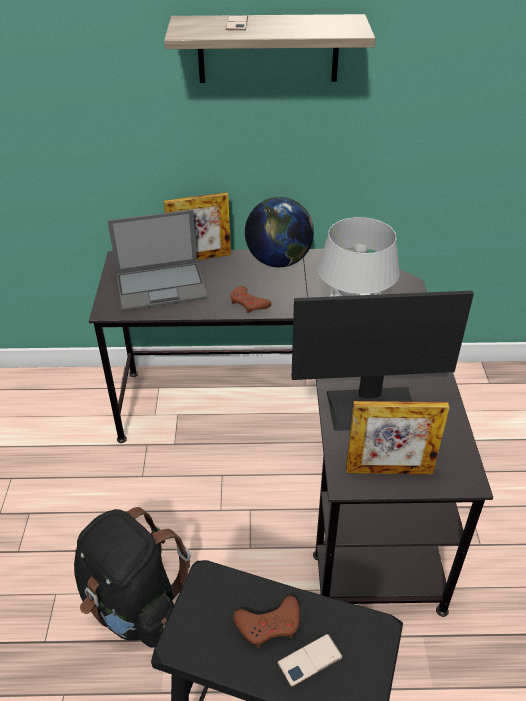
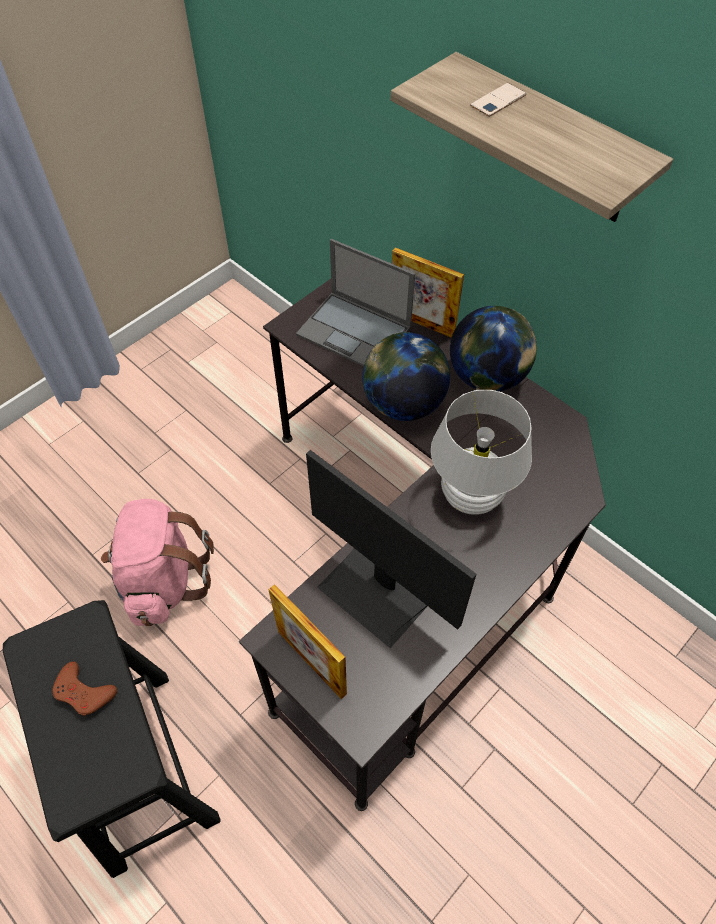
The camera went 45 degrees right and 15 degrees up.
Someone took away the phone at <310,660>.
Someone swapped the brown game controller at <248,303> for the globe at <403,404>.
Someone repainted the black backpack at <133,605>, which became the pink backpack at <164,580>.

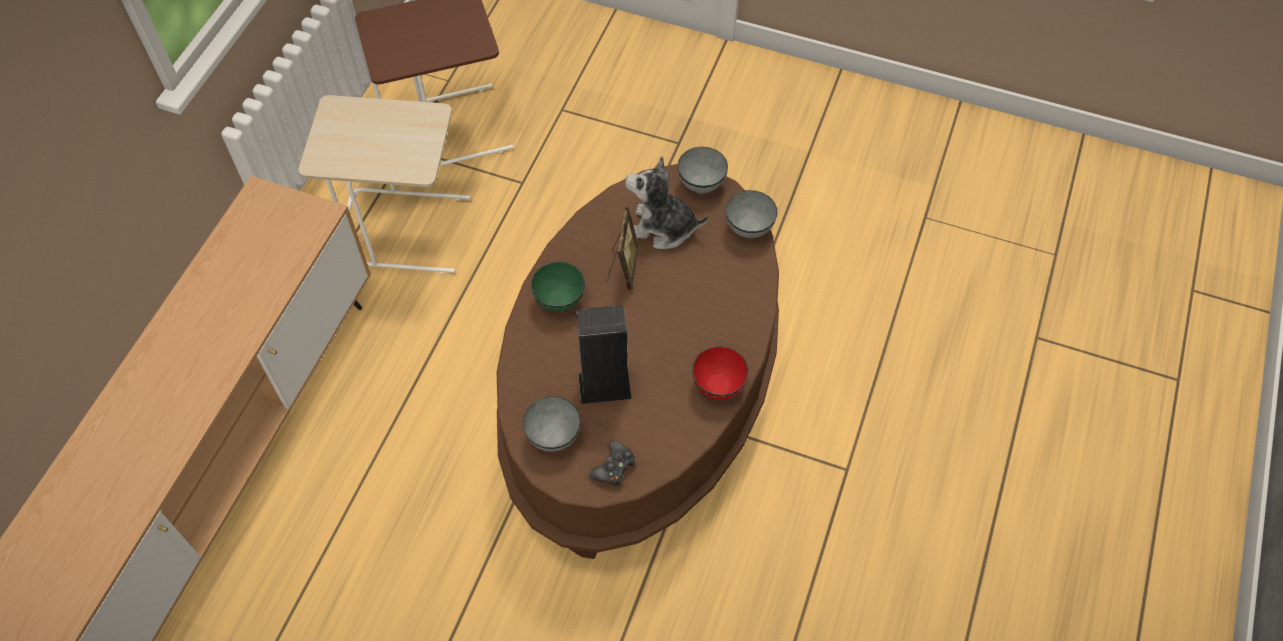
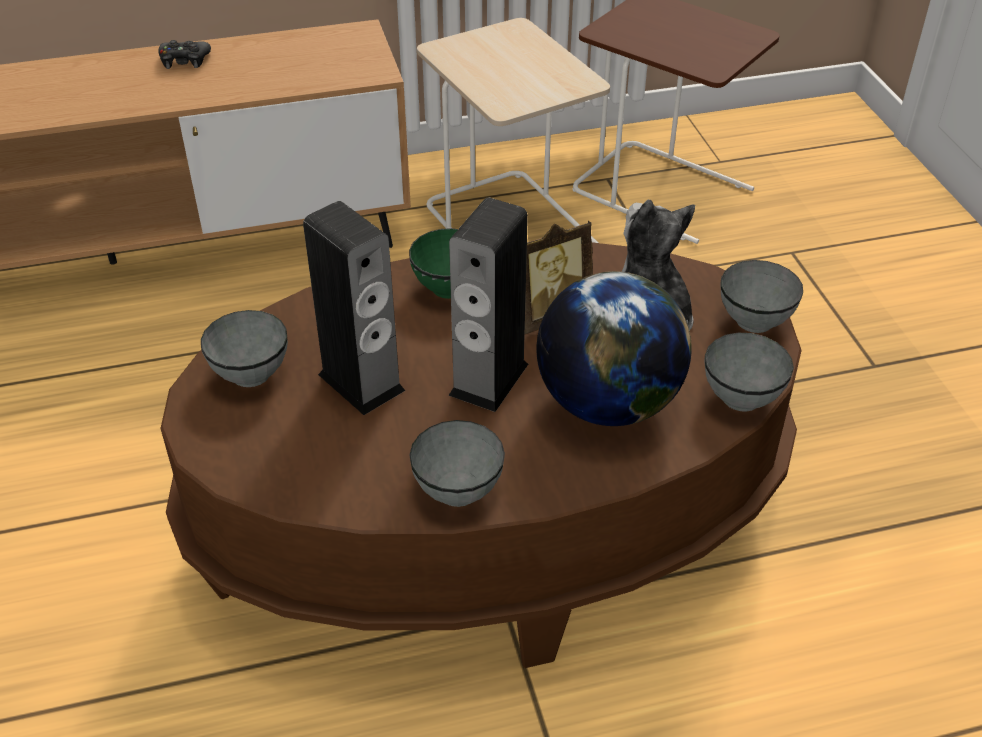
The camera went 55 degrees right and 15 degrees down.
Someone put down the speaker at <489,379>.
Someone put down the globe at <608,403>.
Someone carried the black game controller from <614,467> to <184,60>.
Someone repainted the red bowl at <718,385>, which became the grey bowl at <459,490>.

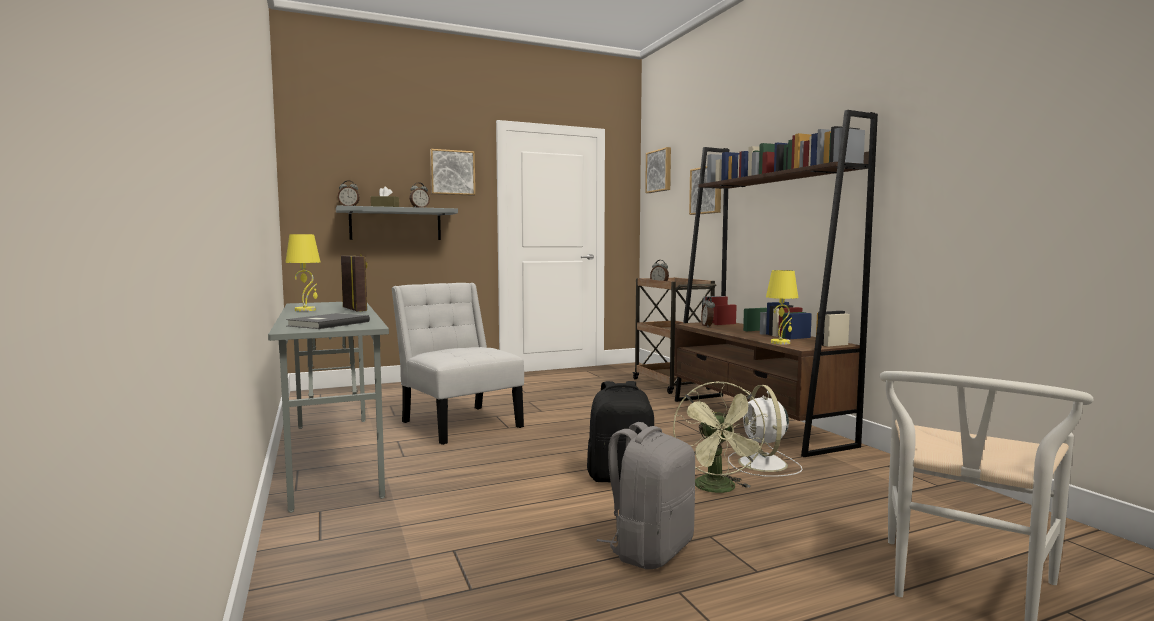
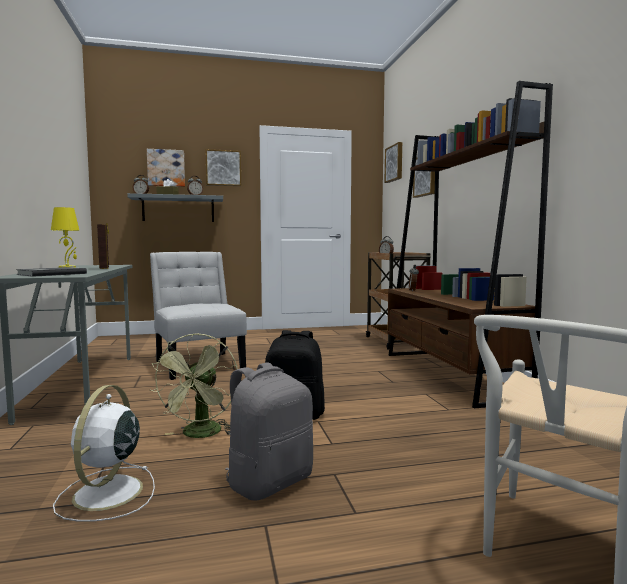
The camera went 10 degrees right and 0 degrees up.
Someone took away the yellow table lamp at <780,342>.
Someone put up the picture at <166,168>.
Someone carried the green fan from <719,489> to <200,435>.
Someone carried the white fan from <763,464> to <106,494>.

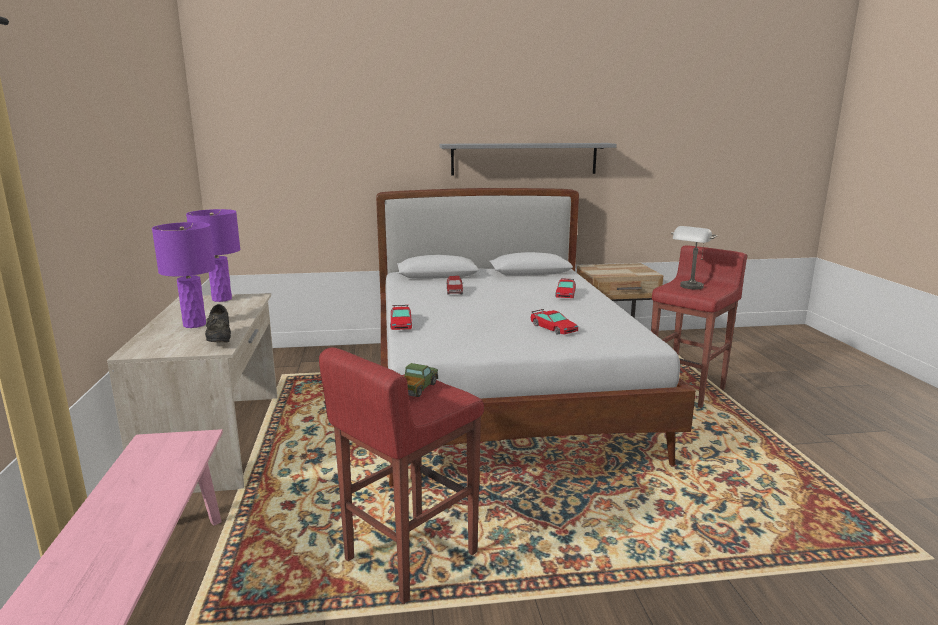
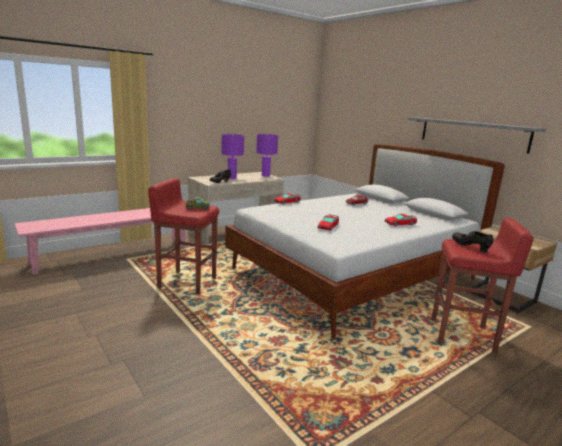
The camera went 60 degrees right and 0 degrees up.
Someone swapped the grey table lamp at <689,288> for the black shoe at <470,247>.

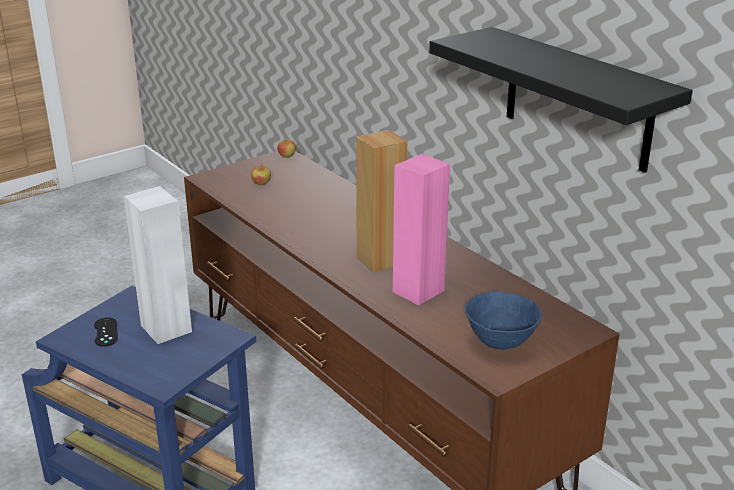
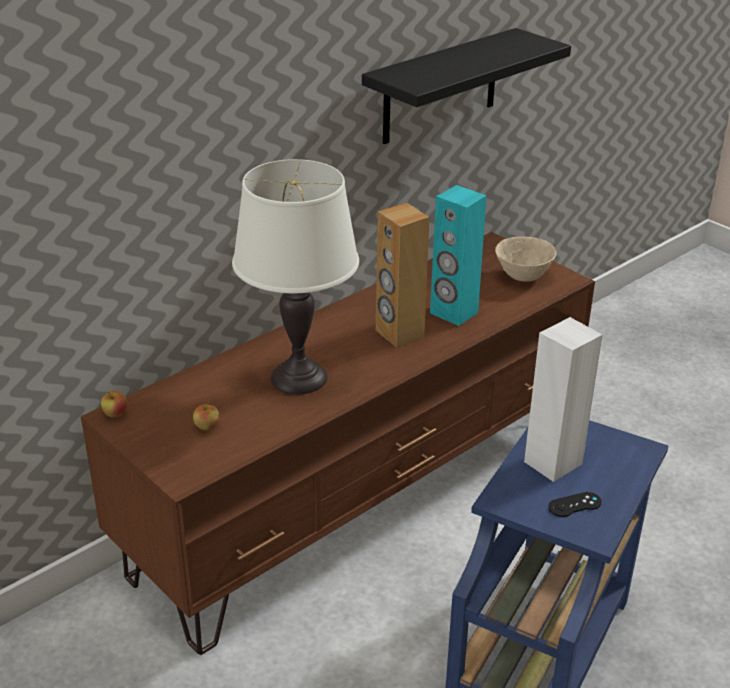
The camera went 95 degrees left and 5 degrees up.
Someone put down the white table lamp at <299,377>.
Someone repainted the pink speaker at <417,291>, which became the turquoise speaker at <453,313>.
Someone repainted the blue bowl at <500,342>, which became the beige bowl at <522,277>.

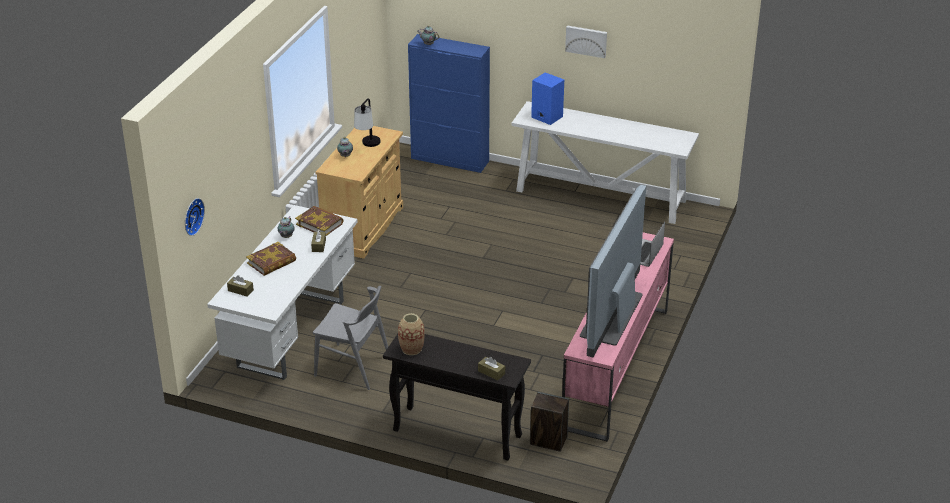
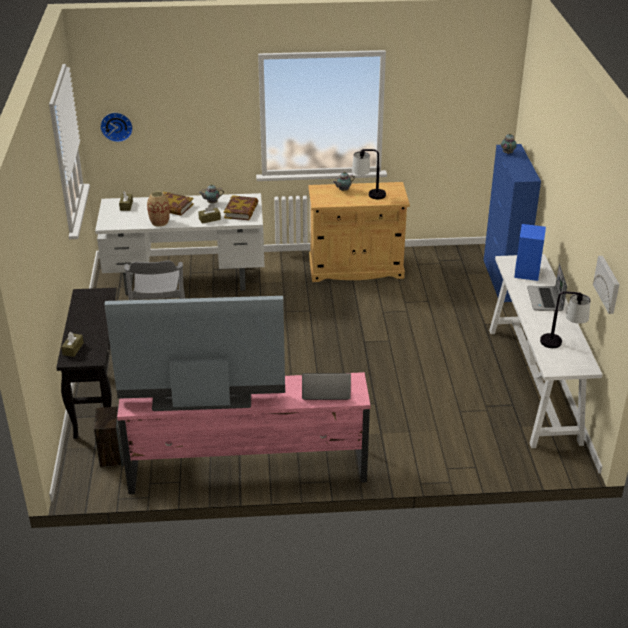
The camera went 65 degrees right and 0 degrees up.
Someone put down the laptop at <545,300>.
Someone put down the table lamp at <561,343>.
Someone carried the vase from <411,349> to <159,222>.
Someone carried the picture from <586,41> to <608,284>.

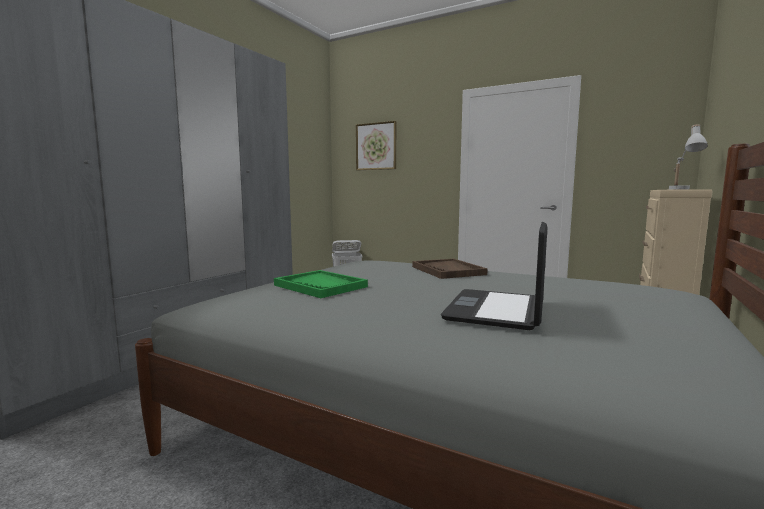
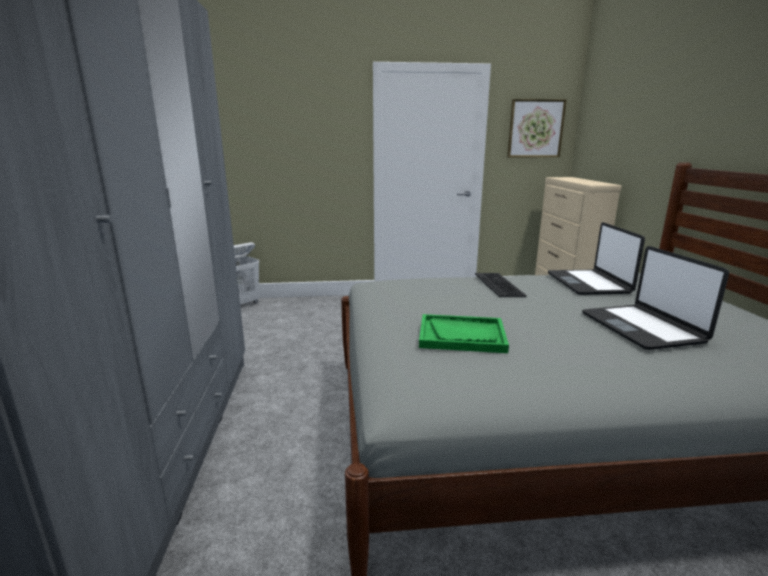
The camera went 35 degrees left and 10 degrees up.
Someone took away the white table lamp at <682,189>.
Someone put down the laptop at <589,283>.
Someone carried the picture from <376,146> to <535,129>.
Someone swapped the brown tray at <448,270> for the keyboard at <499,285>.

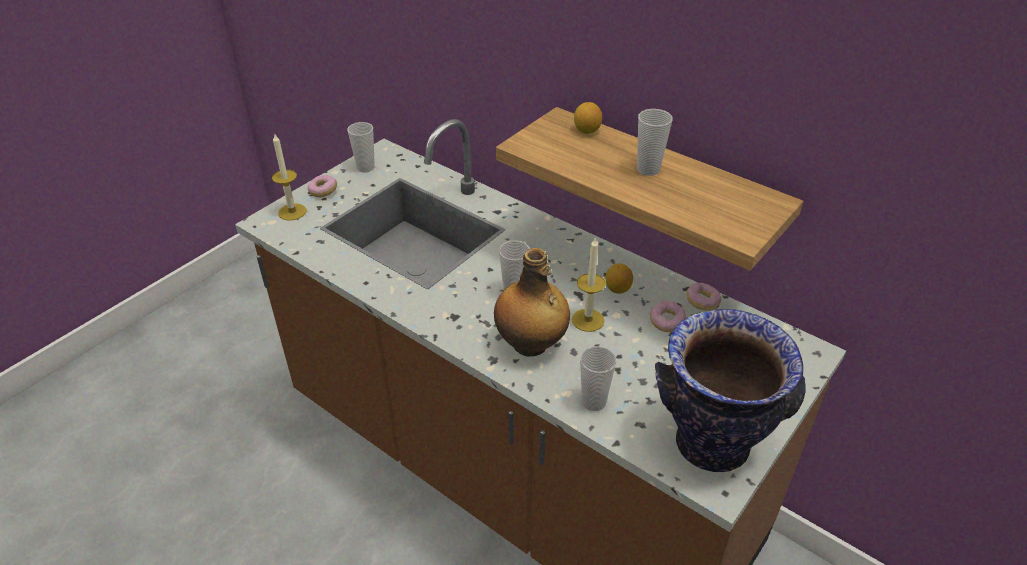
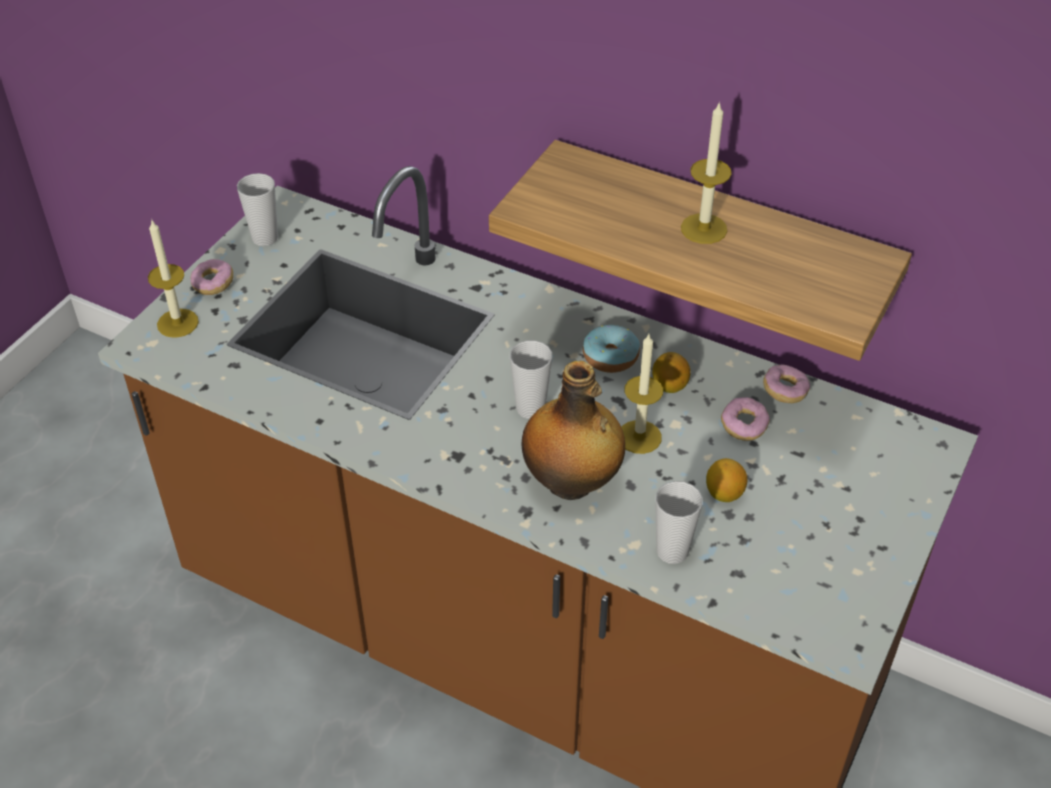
The camera went 10 degrees left and 5 degrees up.
Someone took away the vase at <711,443>.
Someone put down the donut at <610,356>.
Someone carried the lemon from <586,130> to <724,494>.
Someone swapped the cup at <648,169> for the candle at <704,228>.

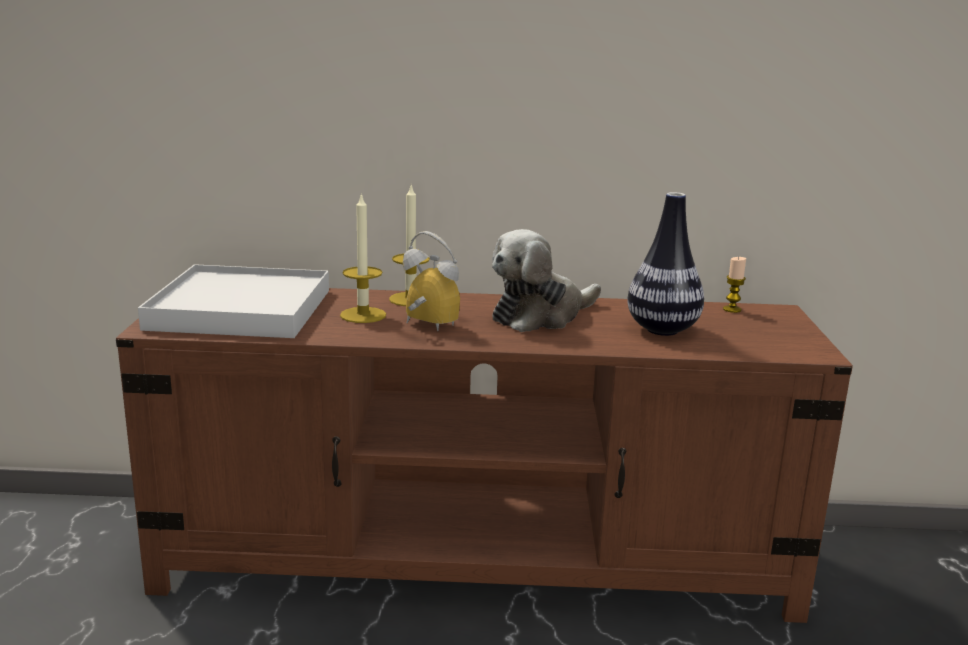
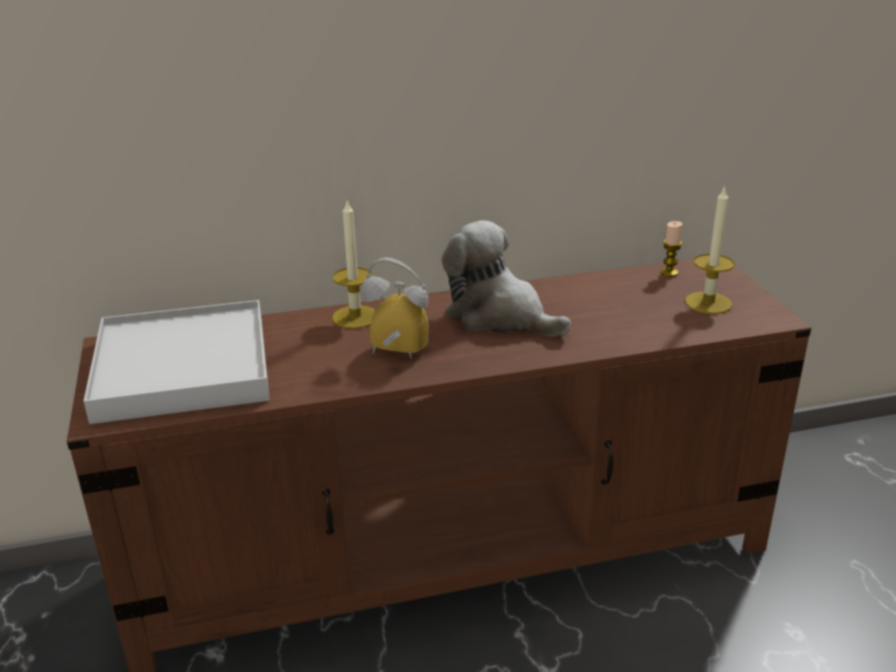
The camera went 15 degrees left and 10 degrees up.
Someone took away the vase at <662,330>.
Someone carried the candle from <363,315> to <708,303>.
Someone rotated the plush toy at <541,316> by 90 degrees clockwise.

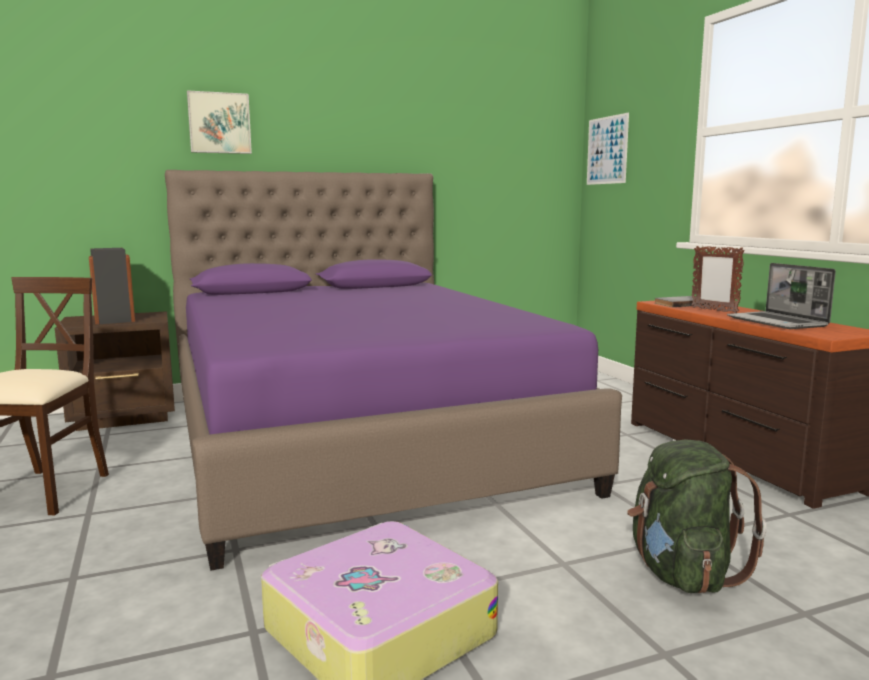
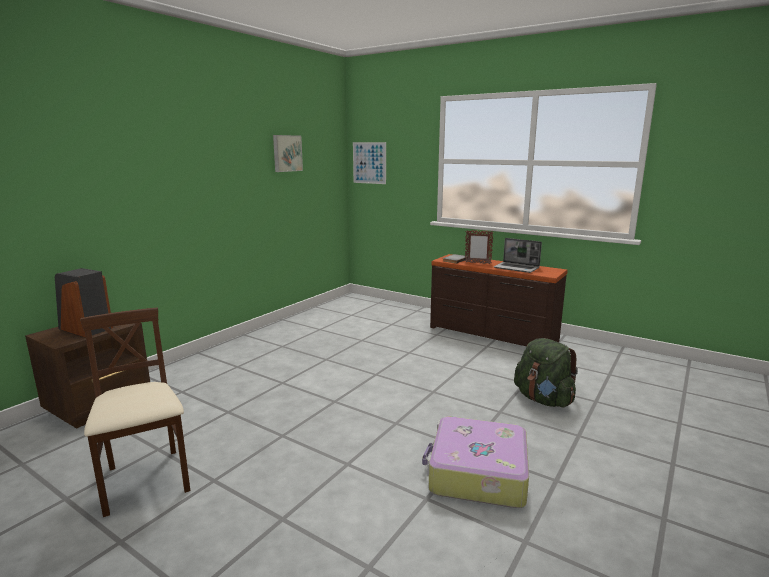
The camera went 35 degrees left and 5 degrees up.
Someone took away the purple bed at <358,440>.
Someone carried the picture from <219,123> to <286,153>.

